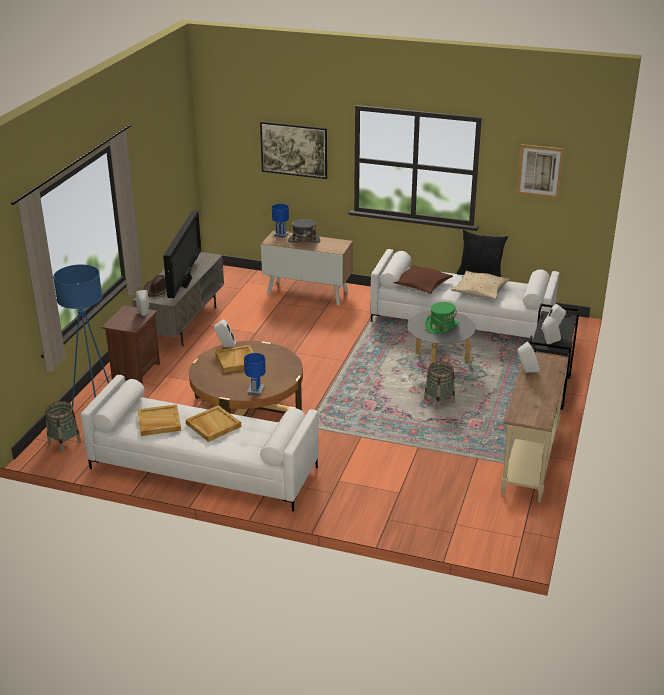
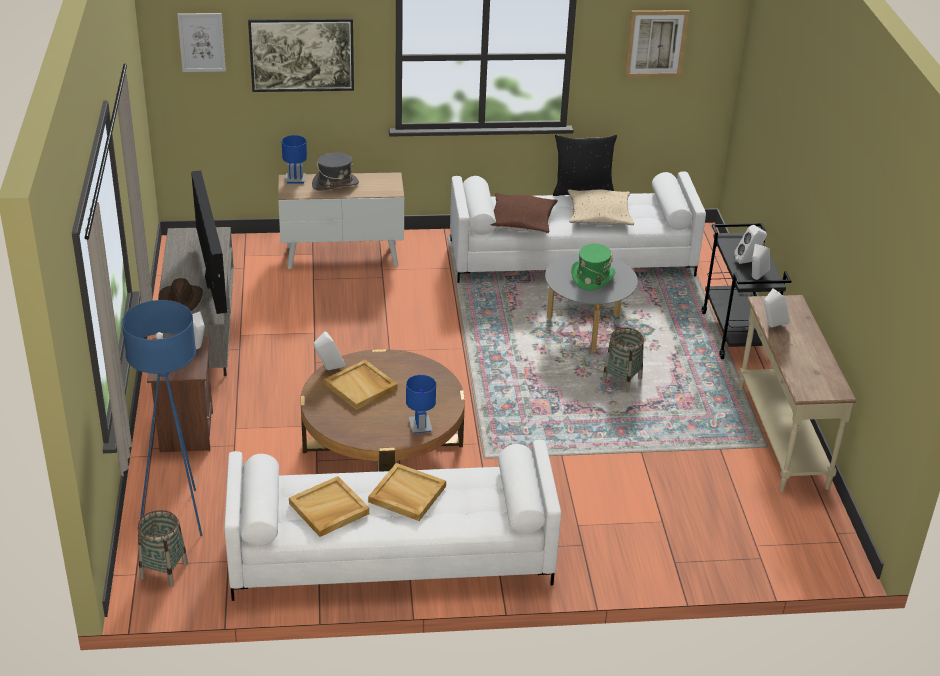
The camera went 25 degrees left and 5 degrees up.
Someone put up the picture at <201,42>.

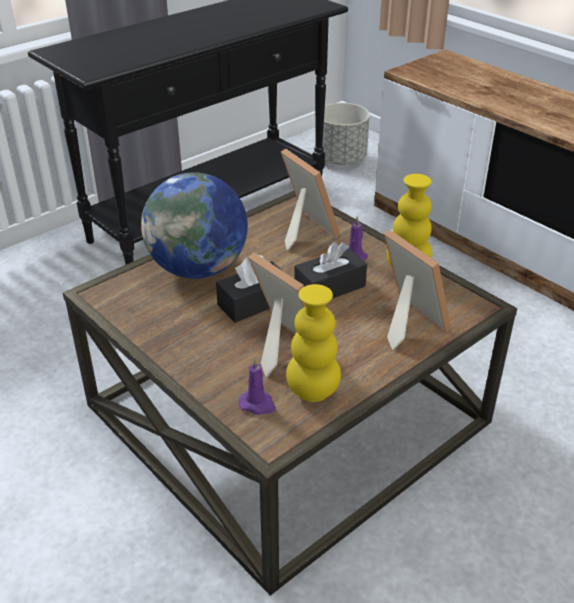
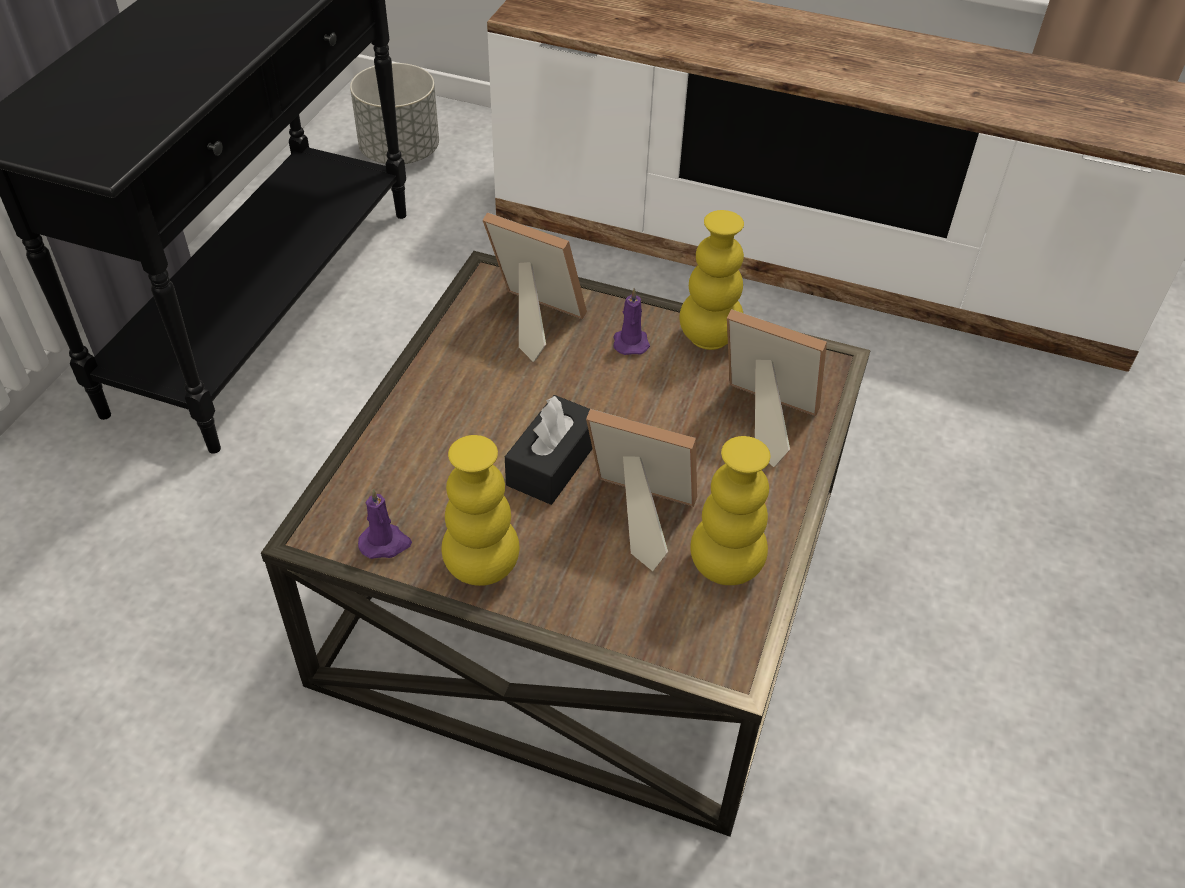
The camera went 30 degrees left and 10 degrees up.
Someone took away the globe at <198,269>.
Someone took away the black tissue box at <330,287>.
Someone put down the yellow vase at <482,568>.
Someone carried the purple candle from <258,404> to <385,543>.

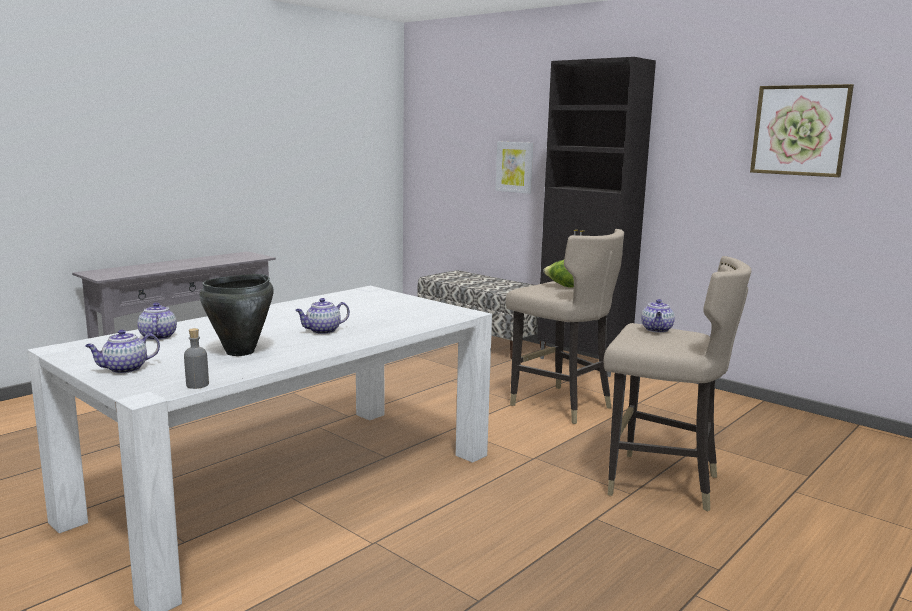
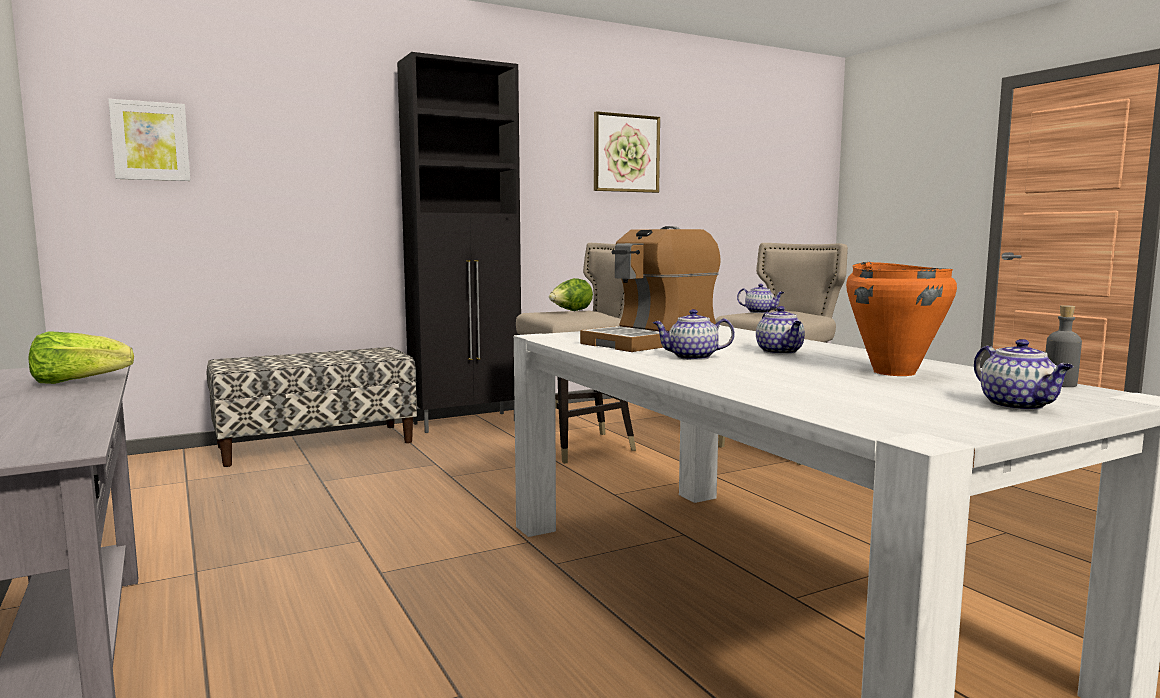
The camera went 70 degrees left and 5 degrees down.
Someone put down the lettuce at <78,382>.
Someone put down the coffee machine at <652,341>.
Someone carried the teapot from <157,337> to <691,357>.
Someone carried the picture from <515,167> to <150,141>.
Someone repainted the black cooking pot at <241,352>, which became the orange cooking pot at <894,372>.

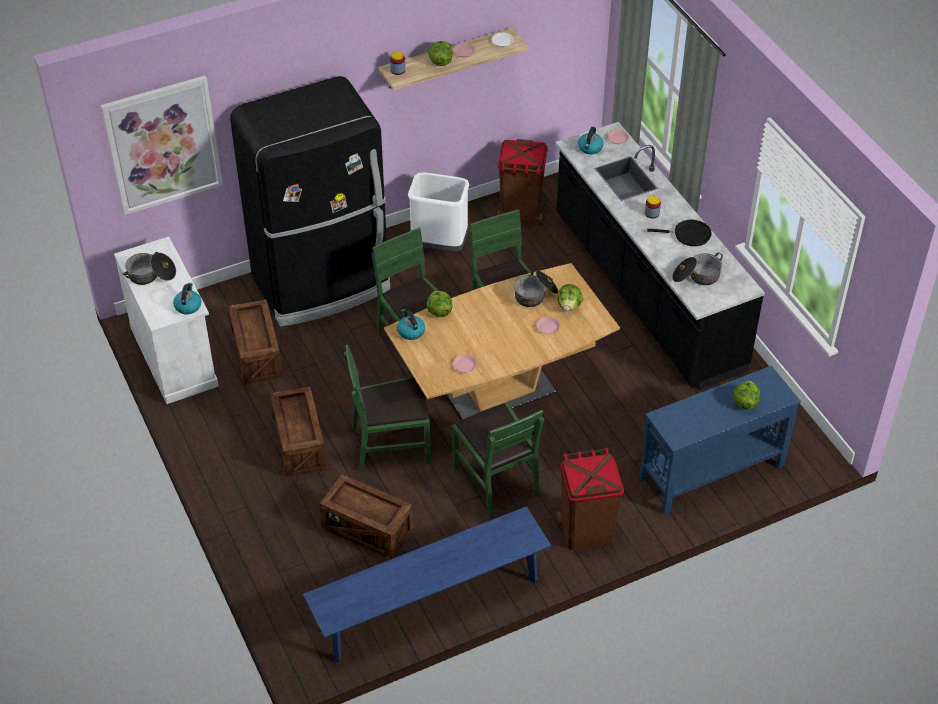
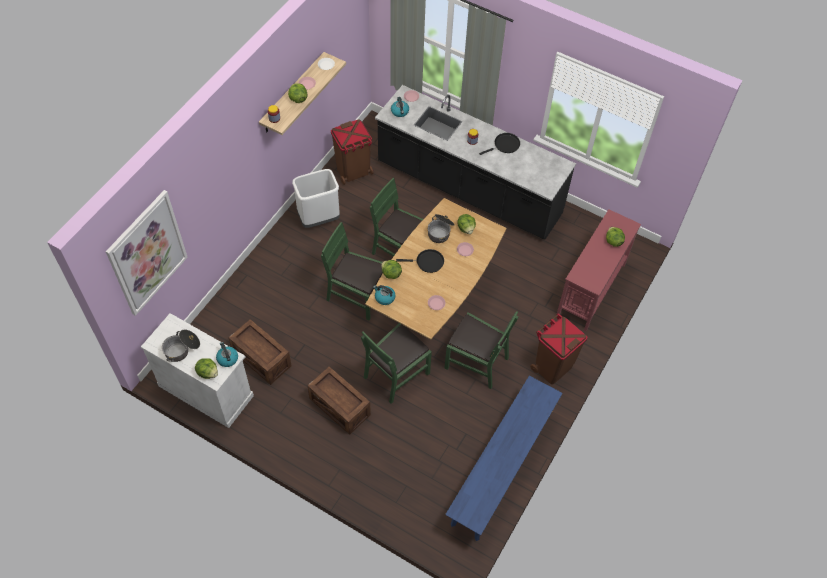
The camera went 35 degrees left and 10 degrees up.
Someone took away the black fridge at <322,284>.
Someone took away the crate at <367,529>.
Someone took away the cooking pot at <696,276>.
Someone put down the lettuce at <208,372>.
Someone put down the black frying pan at <427,262>.
Someone repainted the blue console table at <710,472>, which became the red console table at <591,289>.

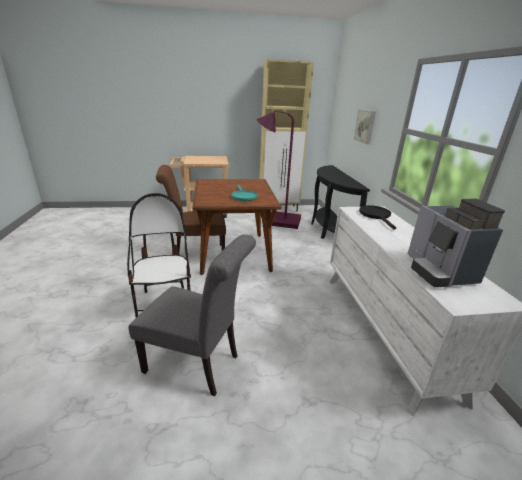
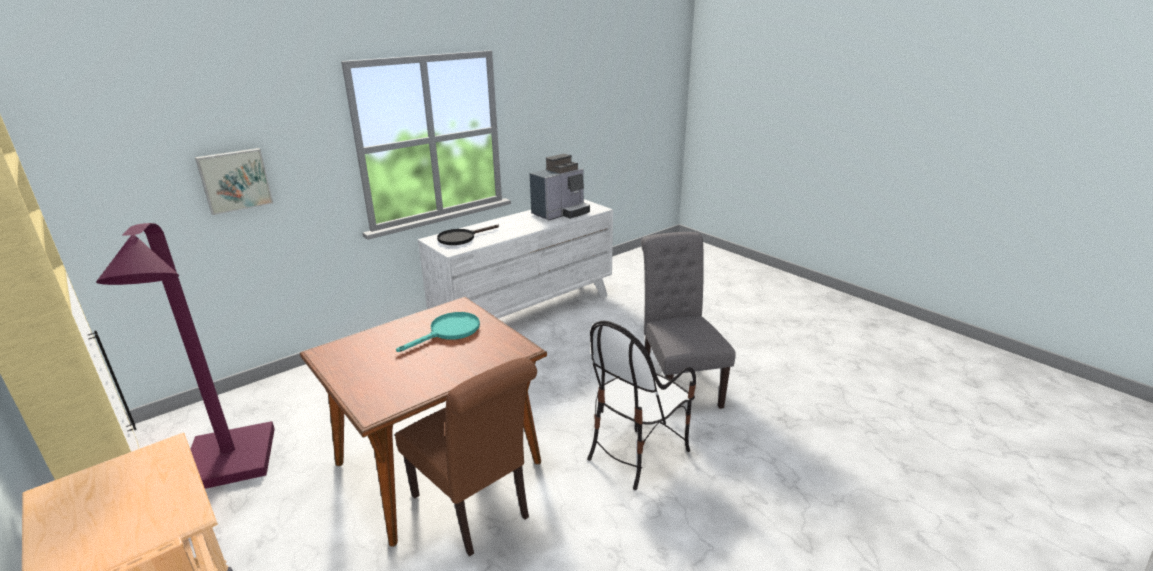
The camera went 120 degrees left and 0 degrees up.
Someone took away the black console table at <328,230>.

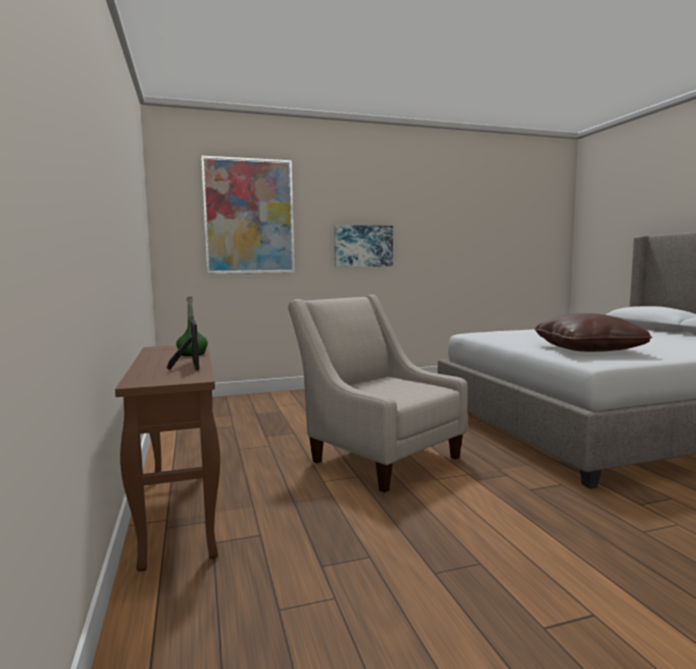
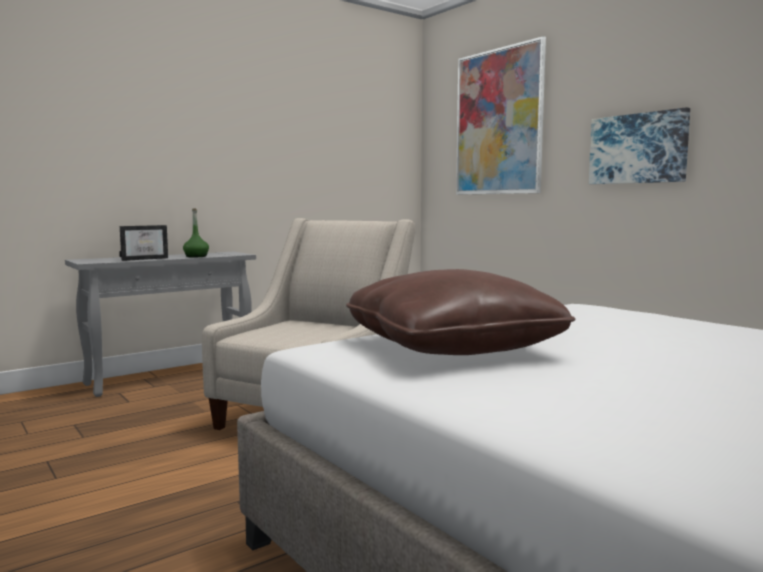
The camera went 70 degrees right and 0 degrees up.
Someone repainted the brown console table at <180,510>, which became the grey console table at <171,377>.

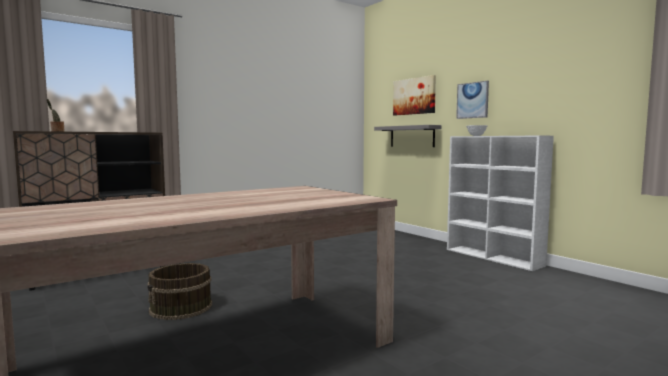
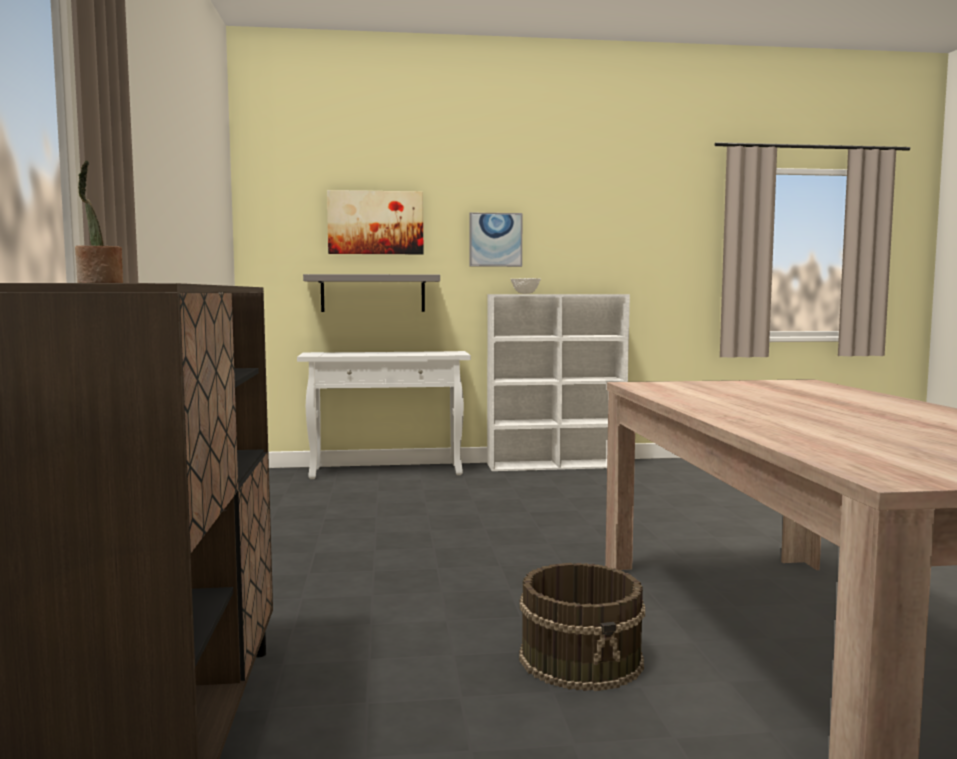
The camera went 60 degrees left and 0 degrees up.
Someone put down the white console table at <387,471>.

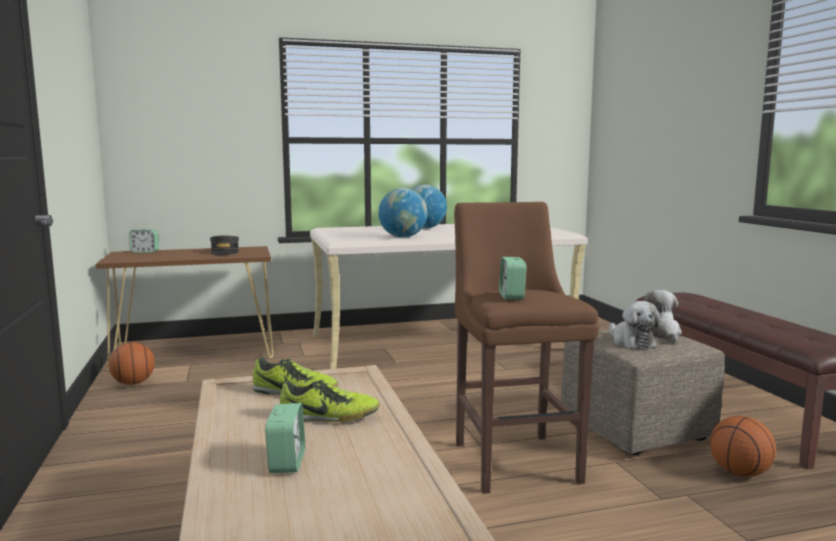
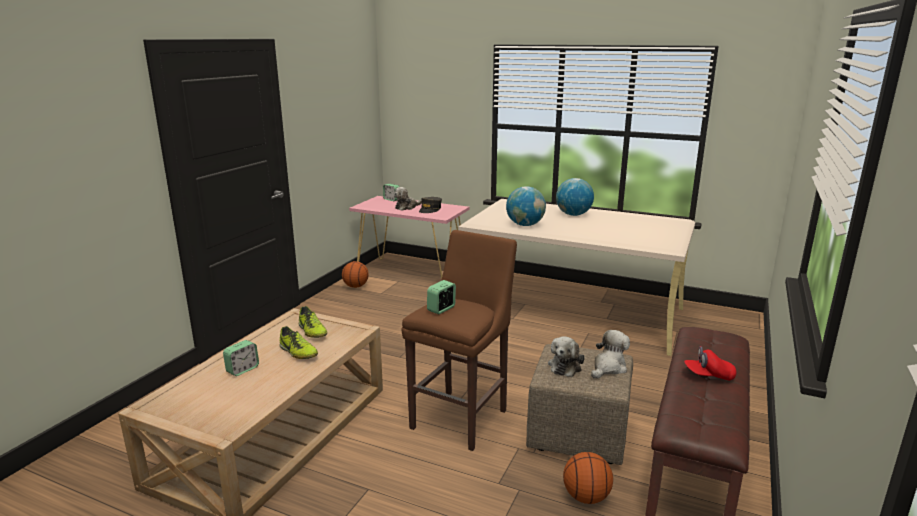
The camera went 40 degrees right and 10 degrees up.
Someone put down the plush toy at <407,207>.
Someone put down the red cap at <708,375>.
Someone repainted the brown console table at <196,353>, which became the pink console table at <411,273>.

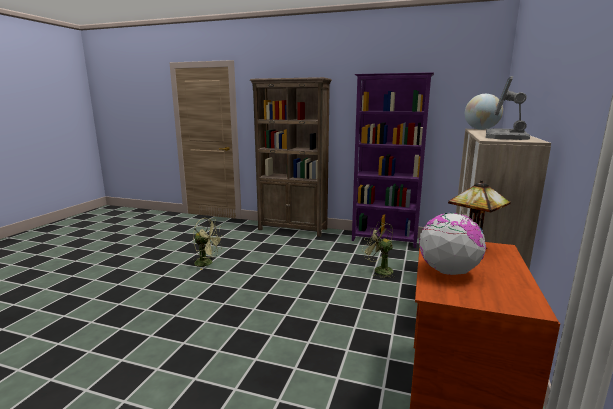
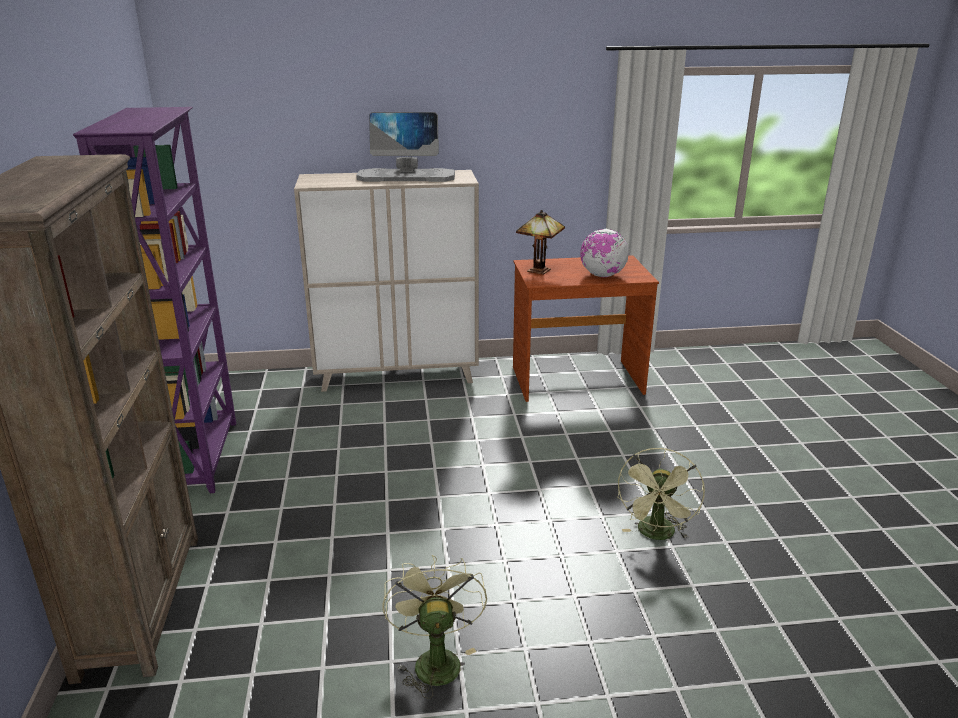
The camera went 115 degrees left and 10 degrees up.
Someone took away the globe at <481,129>.
Someone carried the green fan from <379,270> to <656,535>.

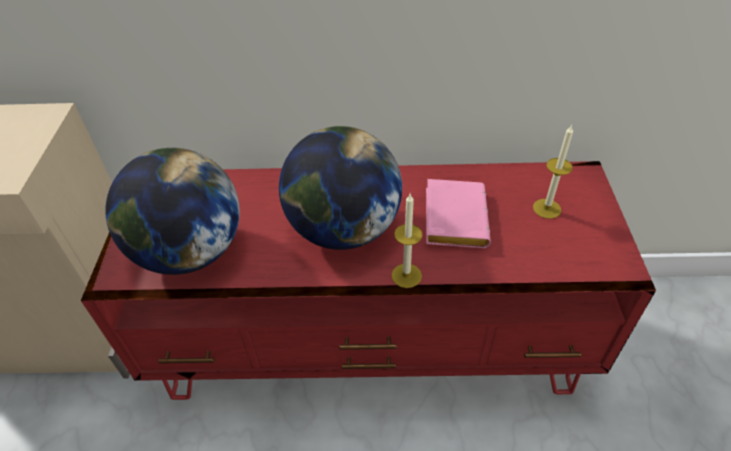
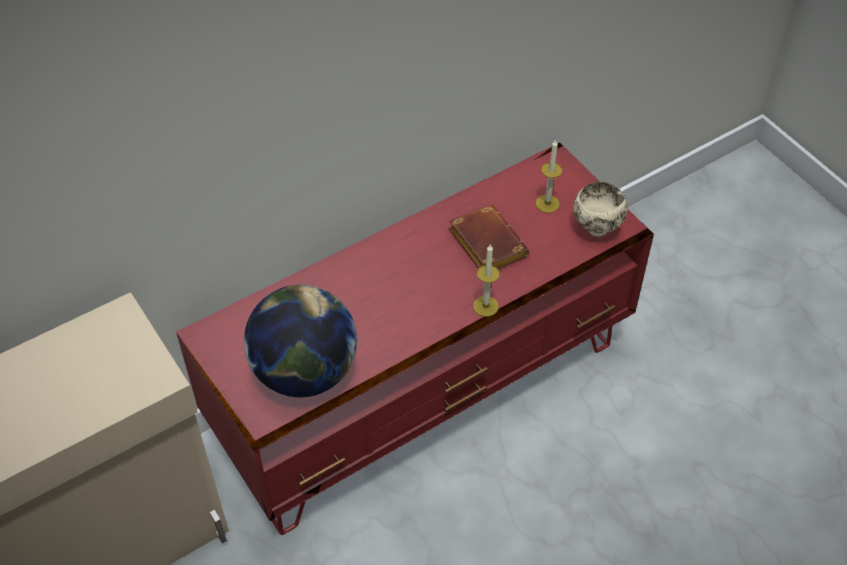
The camera went 35 degrees left and 5 degrees up.
Someone took away the globe at <343,230>.
Someone put down the beige bowl at <595,229>.
Someone repainted the pink book at <452,217>, which became the brown book at <484,243>.

